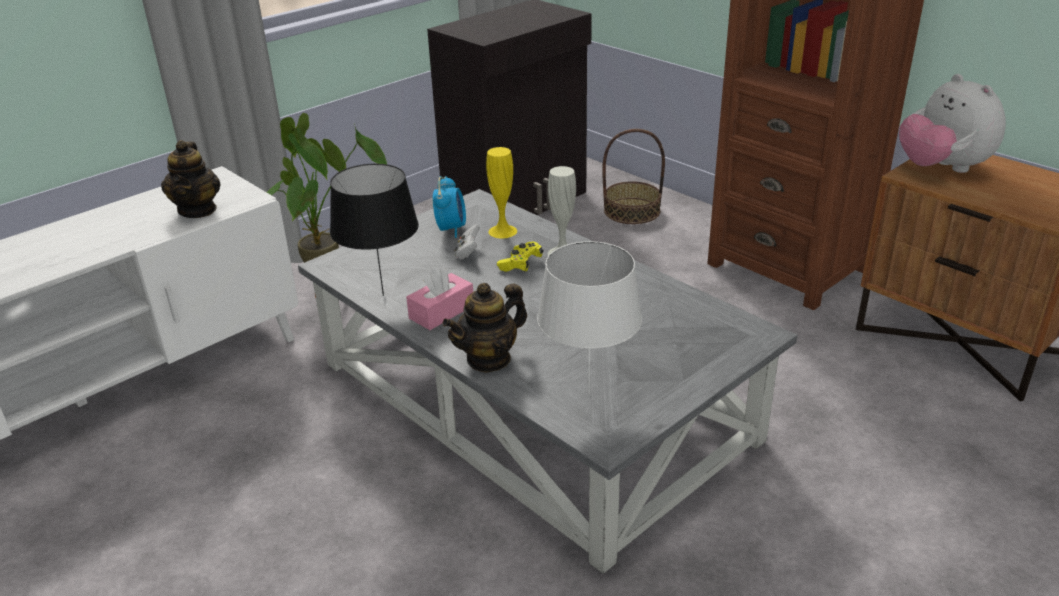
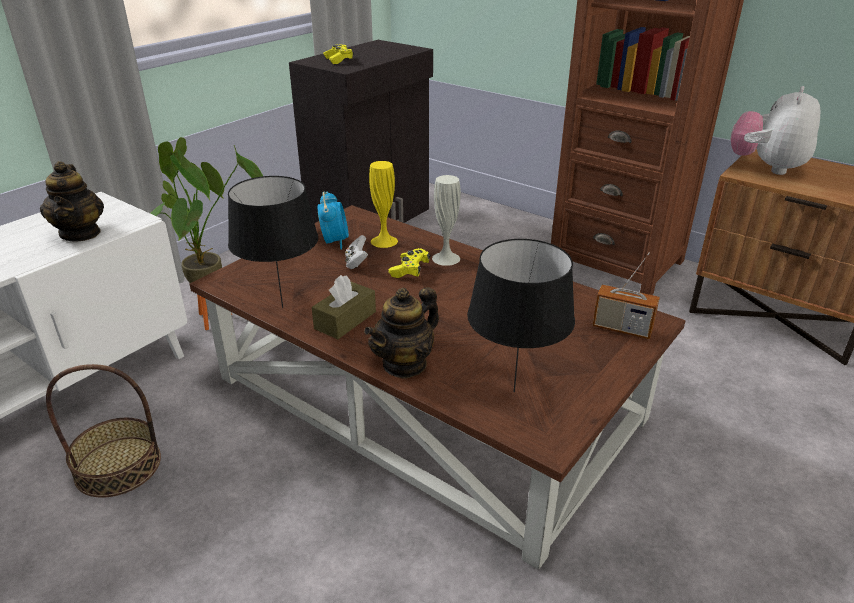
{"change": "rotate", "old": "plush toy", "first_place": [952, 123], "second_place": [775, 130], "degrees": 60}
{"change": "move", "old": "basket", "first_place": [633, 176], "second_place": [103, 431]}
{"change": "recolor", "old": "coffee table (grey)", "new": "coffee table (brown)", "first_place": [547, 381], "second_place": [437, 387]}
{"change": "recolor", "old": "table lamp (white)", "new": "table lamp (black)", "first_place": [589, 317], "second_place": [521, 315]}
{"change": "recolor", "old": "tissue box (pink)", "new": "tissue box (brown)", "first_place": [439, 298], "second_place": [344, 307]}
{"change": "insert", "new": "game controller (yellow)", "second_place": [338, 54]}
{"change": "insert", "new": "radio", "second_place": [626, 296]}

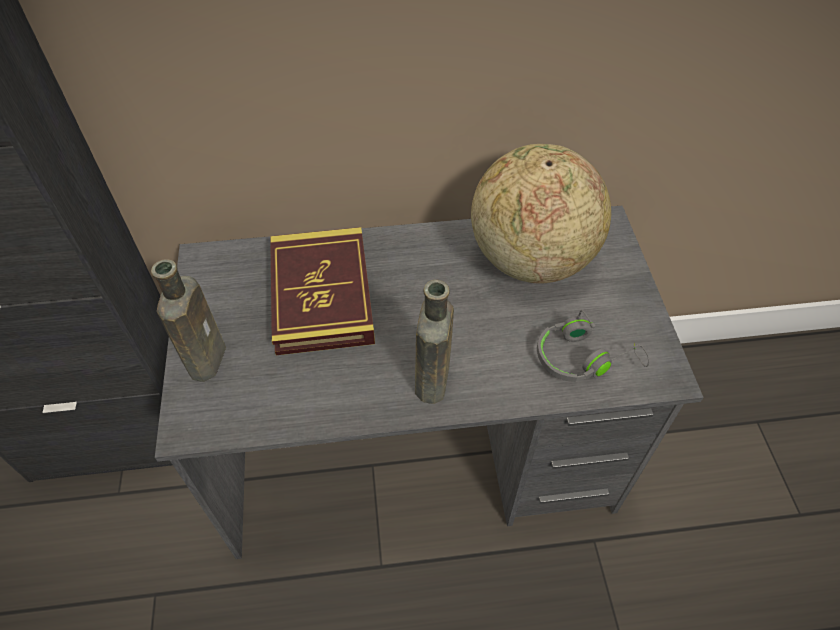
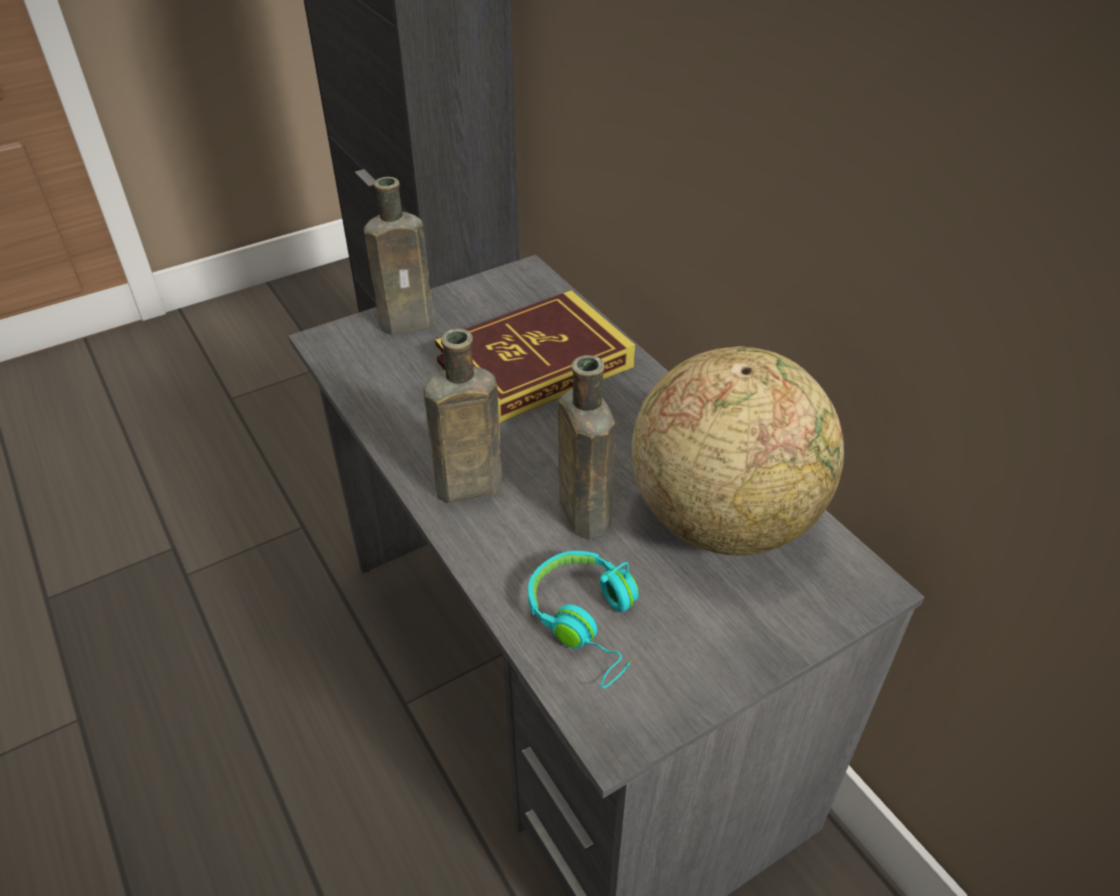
{"change": "recolor", "old": "headphones (grey)", "new": "headphones (turquoise)", "first_place": [593, 346], "second_place": [583, 619]}
{"change": "insert", "new": "bottle (brown)", "second_place": [586, 447]}

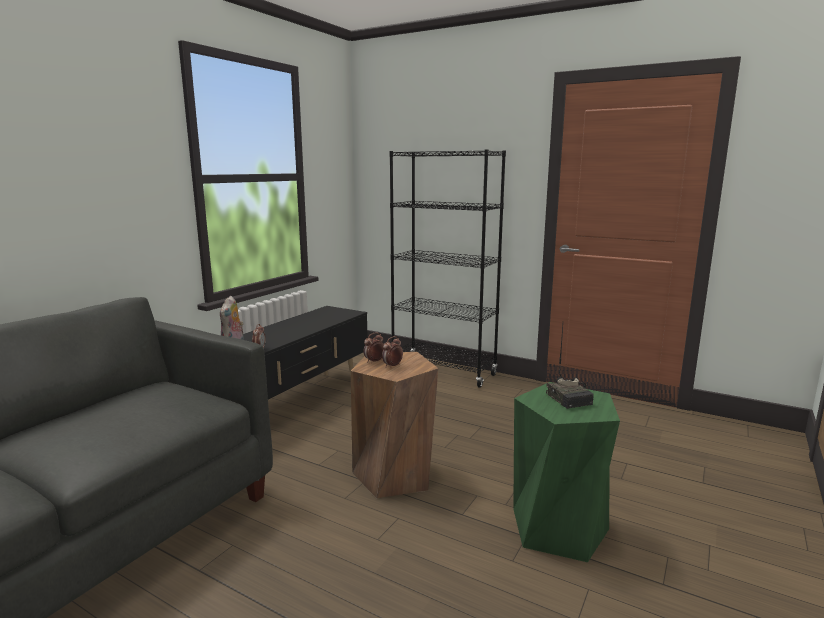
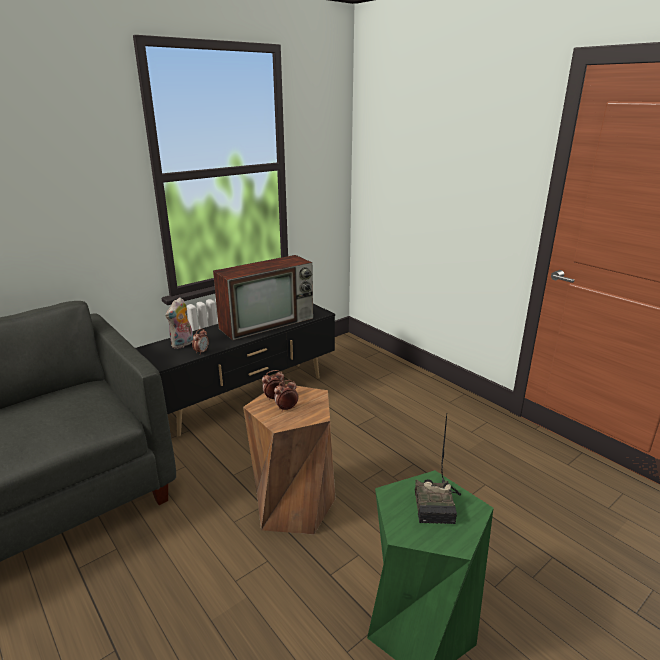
{"change": "delete", "old": "bookcase (black)", "first_place": [447, 268]}
{"change": "insert", "new": "television", "second_place": [263, 297]}

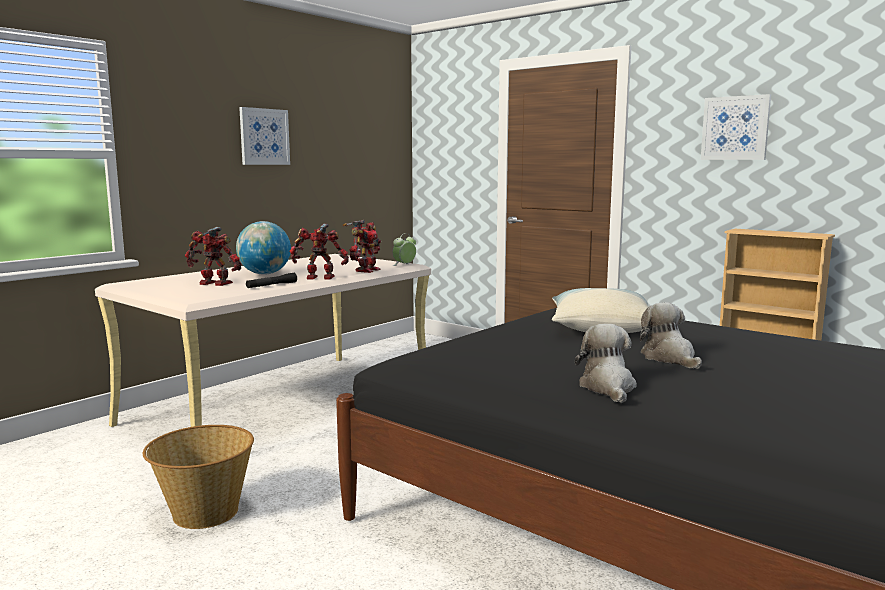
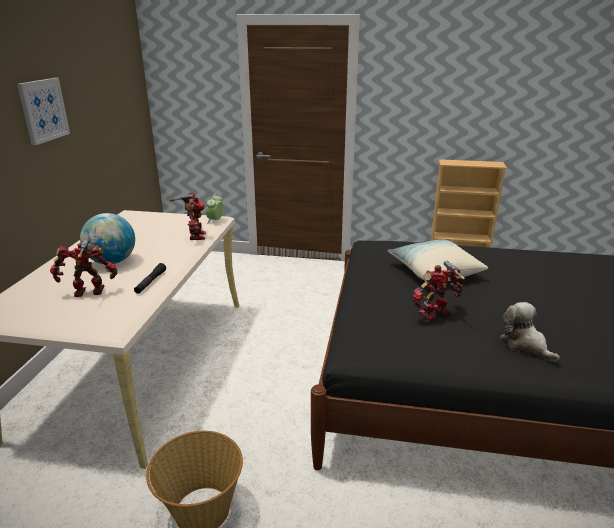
{"change": "delete", "old": "picture", "first_place": [736, 127]}
{"change": "move", "old": "toy robot", "first_place": [319, 251], "second_place": [439, 291]}
{"change": "delete", "old": "plush toy", "first_place": [671, 335]}

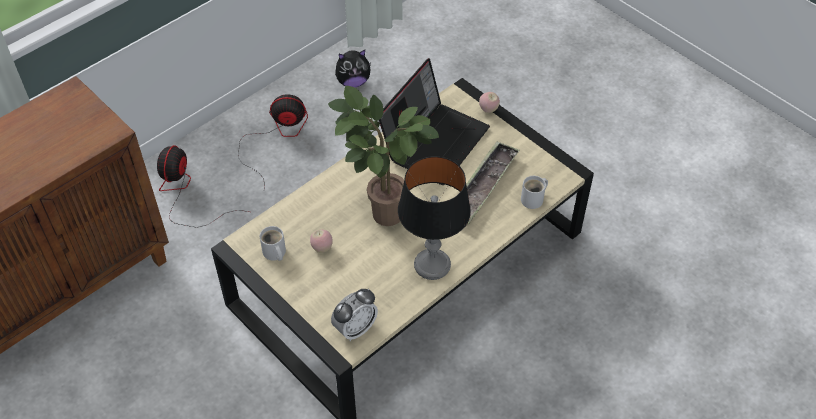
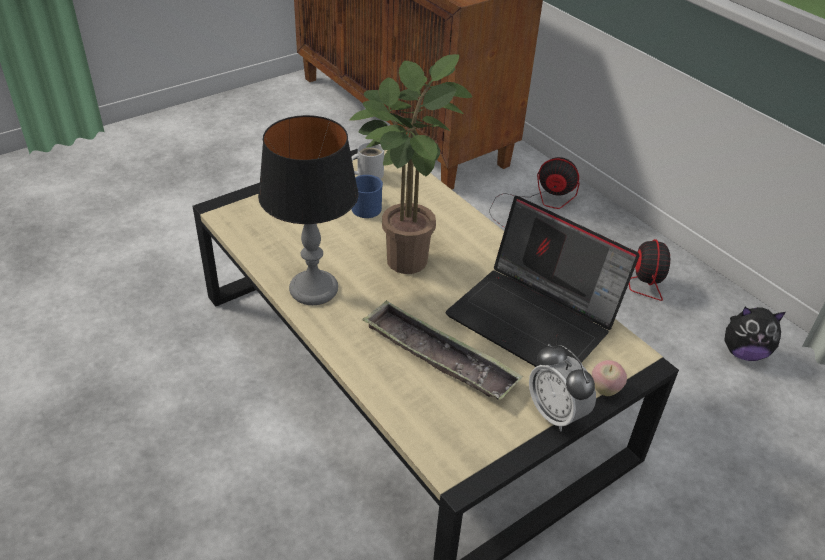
{"change": "rotate", "old": "plush toy", "first_place": [353, 69], "second_place": [755, 334], "degrees": -75}
{"change": "delete", "old": "mug (white)", "first_place": [534, 192]}
{"change": "replace", "old": "apple", "new": "mug (blue)", "first_place": [321, 241], "second_place": [367, 196]}
{"change": "move", "old": "alarm clock", "first_place": [354, 315], "second_place": [562, 387]}

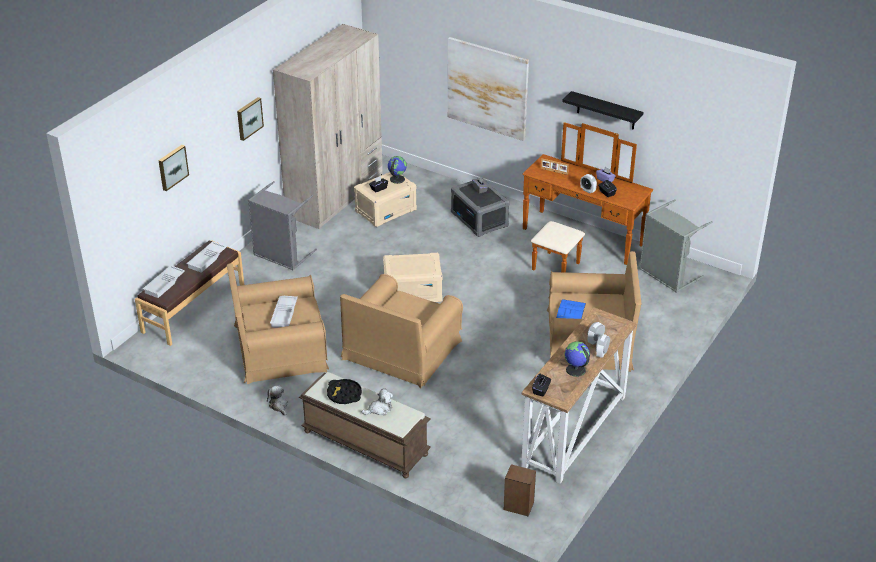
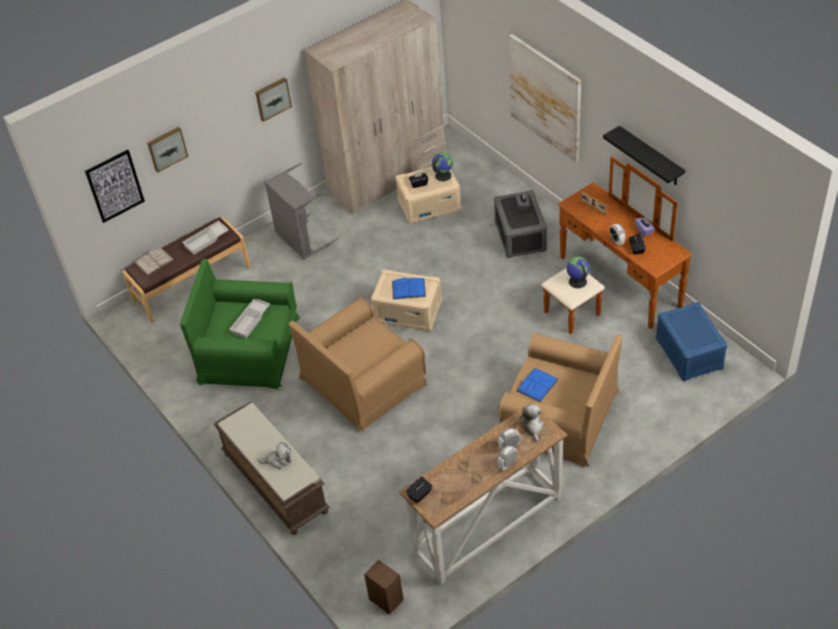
{"change": "replace", "old": "laundry basket (grey)", "new": "storage box (blue)", "first_place": [676, 246], "second_place": [692, 341]}
{"change": "recolor", "old": "armchair (brown)", "new": "armchair (green)", "first_place": [278, 323], "second_place": [240, 324]}
{"change": "replace", "old": "tray (white)", "new": "book (white)", "first_place": [164, 281], "second_place": [154, 262]}
{"change": "move", "old": "globe", "first_place": [577, 359], "second_place": [578, 272]}
{"change": "delete", "old": "tray (black)", "first_place": [344, 391]}
{"change": "move", "old": "plush toy", "first_place": [277, 401], "second_place": [532, 423]}
{"change": "insert", "new": "picture", "second_place": [115, 186]}
{"change": "insert", "new": "book (blue)", "second_place": [409, 289]}

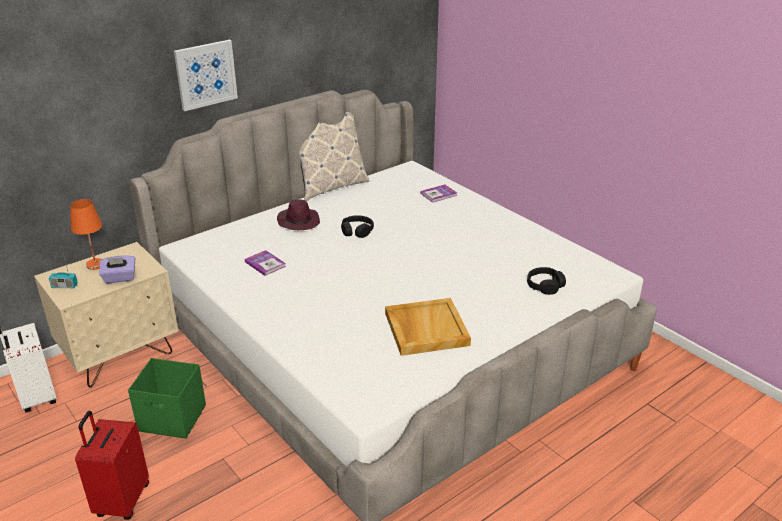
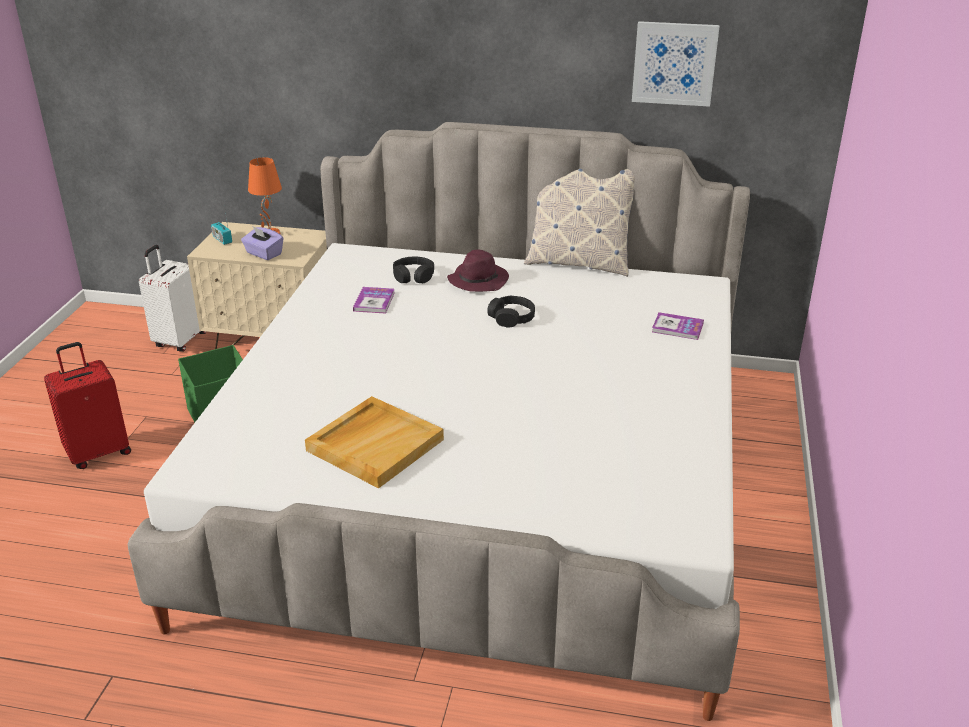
{"change": "move", "old": "picture", "first_place": [206, 75], "second_place": [676, 64]}
{"change": "move", "old": "headphones (black)", "first_place": [546, 281], "second_place": [413, 270]}

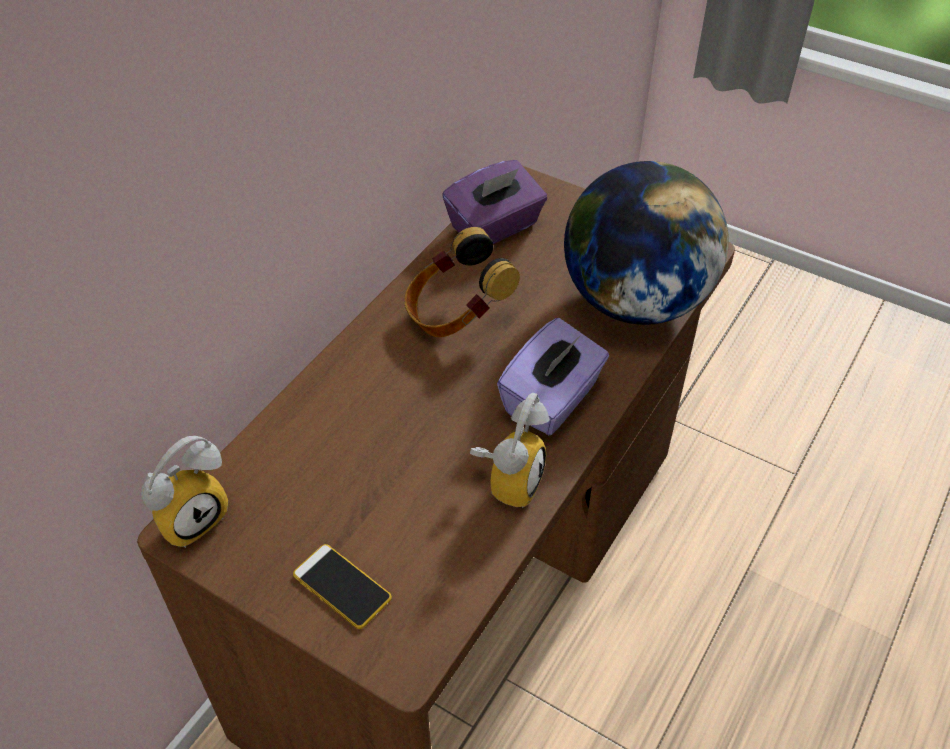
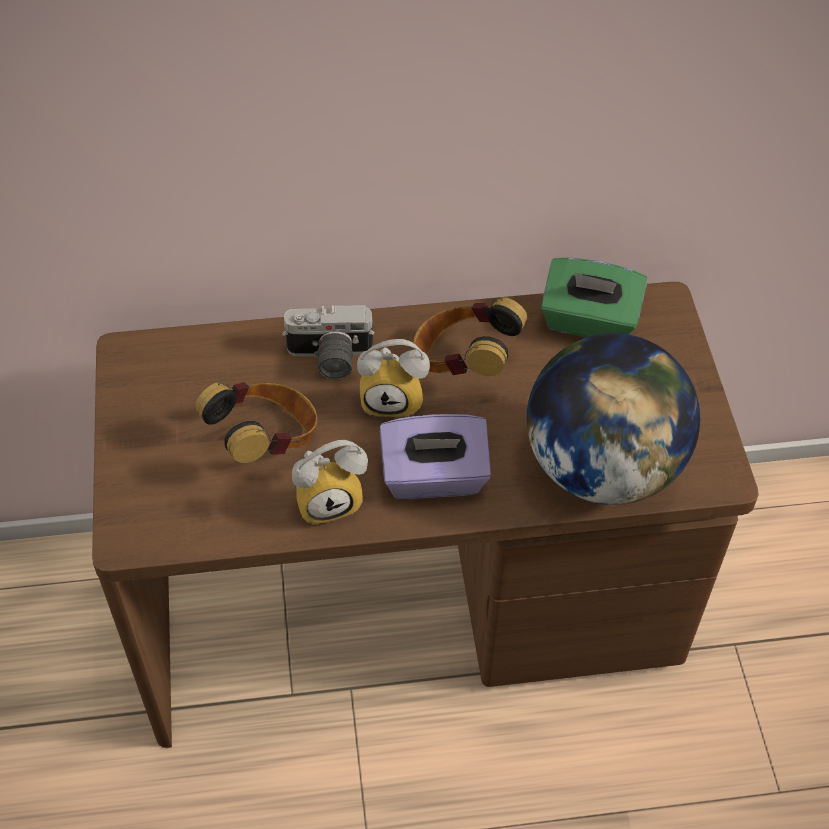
{"change": "recolor", "old": "tissue box (purple)", "new": "tissue box (green)", "first_place": [494, 202], "second_place": [594, 297]}
{"change": "move", "old": "alarm clock", "first_place": [184, 492], "second_place": [393, 378]}
{"change": "delete", "old": "phone", "first_place": [342, 586]}
{"change": "insert", "new": "photo camera", "second_place": [328, 342]}
{"change": "insert", "new": "headphones", "second_place": [256, 422]}

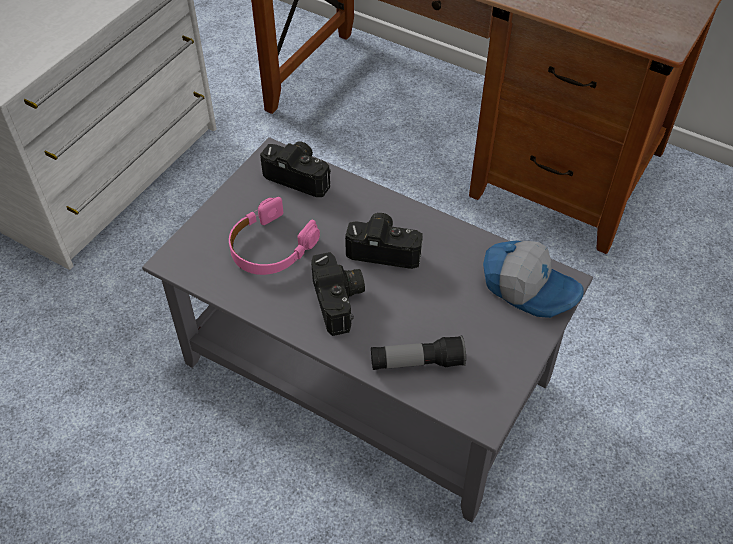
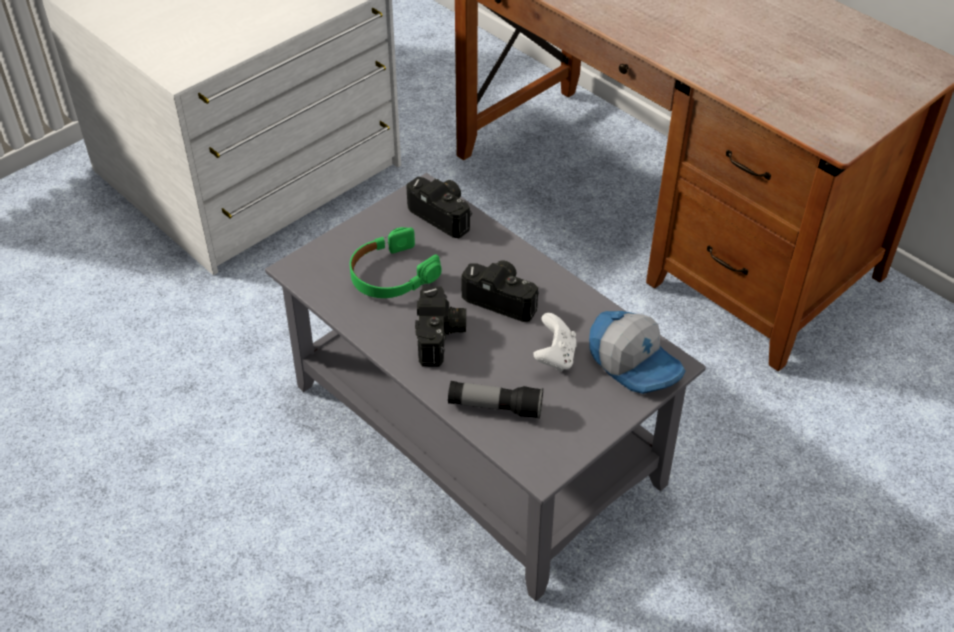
{"change": "recolor", "old": "headphones (pink)", "new": "headphones (green)", "first_place": [274, 236], "second_place": [395, 262]}
{"change": "insert", "new": "game controller (white)", "second_place": [555, 342]}

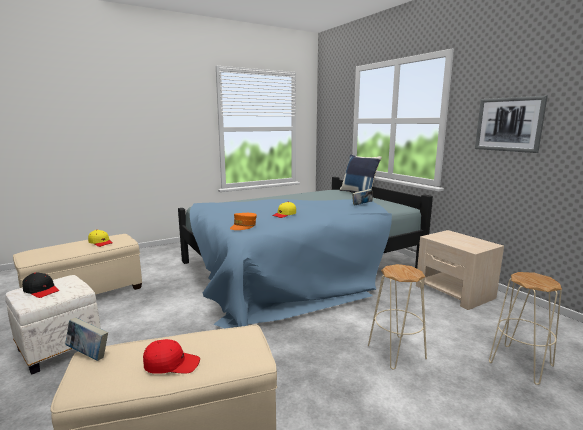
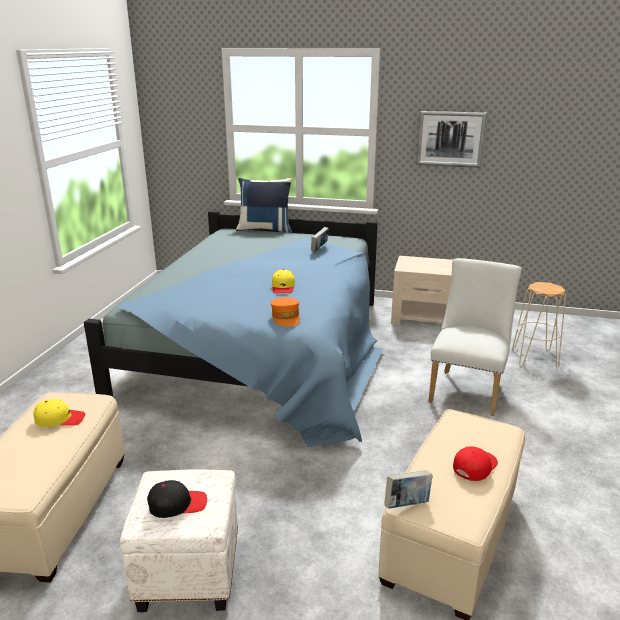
{"change": "replace", "old": "stool (beige)", "new": "chair (white)", "first_place": [397, 316], "second_place": [475, 337]}

